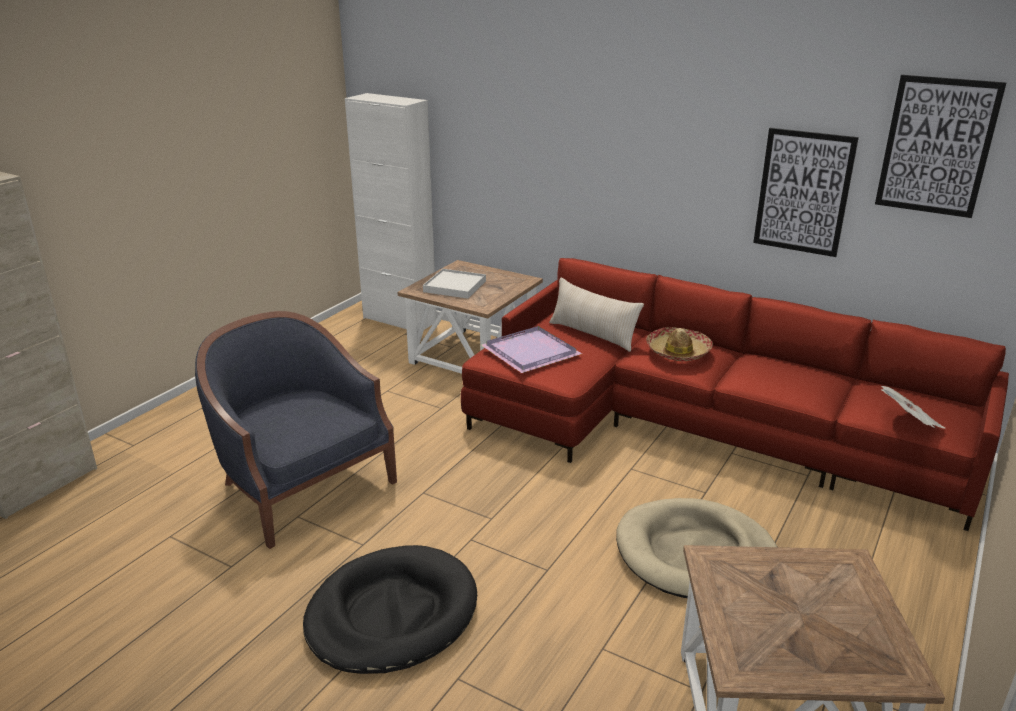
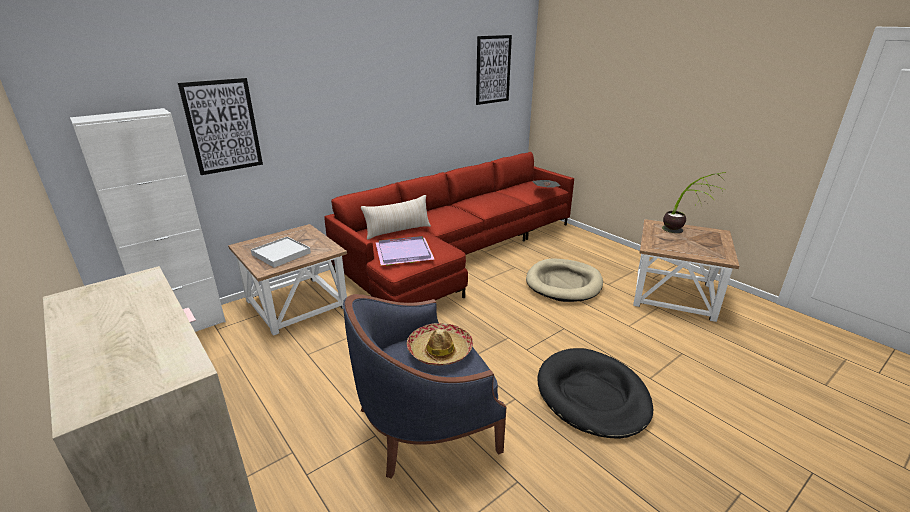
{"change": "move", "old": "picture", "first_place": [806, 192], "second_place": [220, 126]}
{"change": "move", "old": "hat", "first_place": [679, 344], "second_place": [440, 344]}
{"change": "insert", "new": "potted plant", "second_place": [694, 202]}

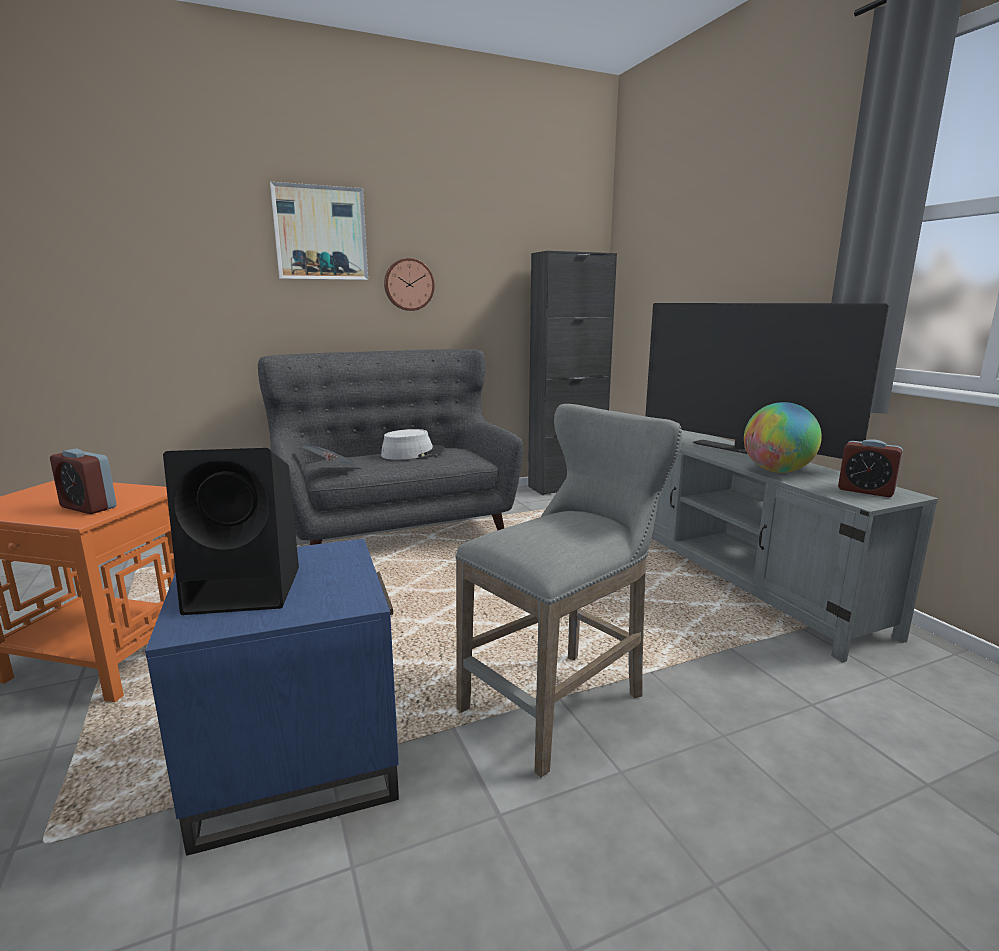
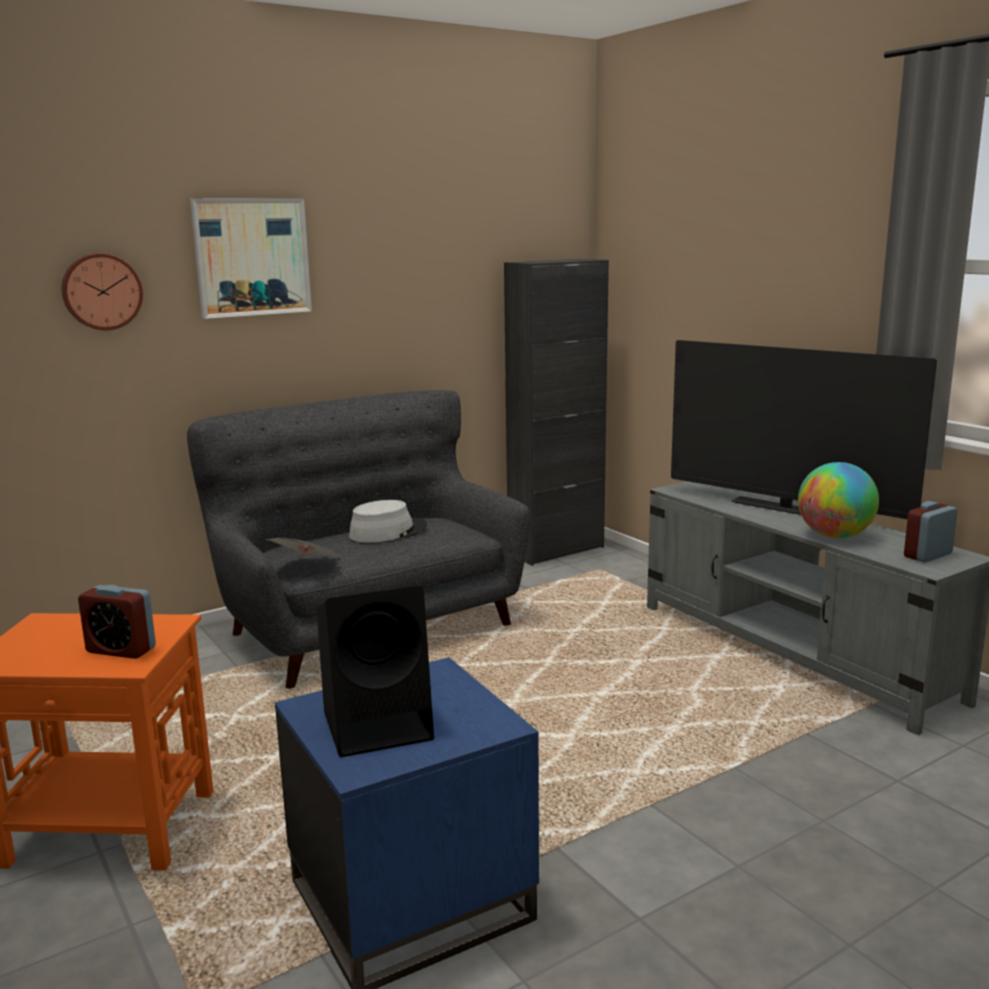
{"change": "move", "old": "wall clock", "first_place": [409, 284], "second_place": [102, 291]}
{"change": "delete", "old": "stool (grey)", "first_place": [568, 590]}
{"change": "rotate", "old": "alarm clock", "first_place": [870, 468], "second_place": [931, 532], "degrees": 120}

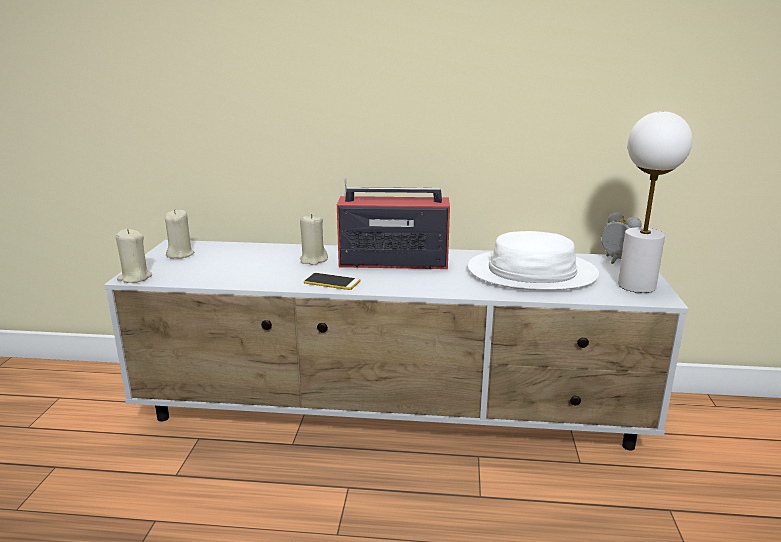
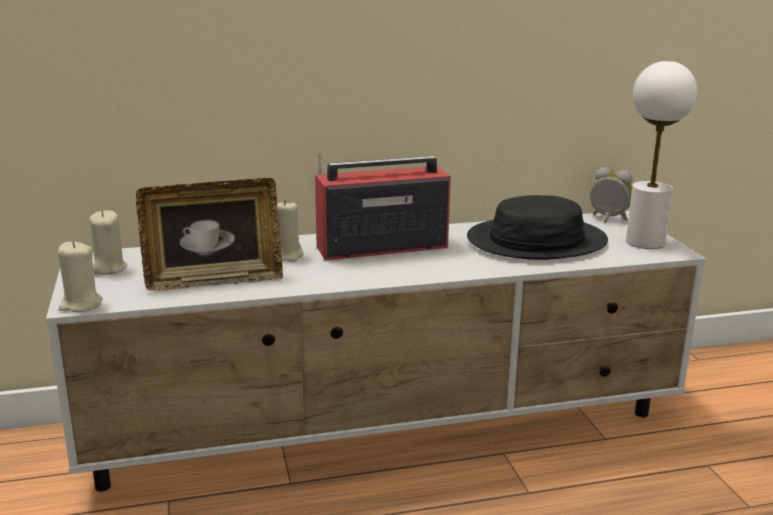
{"change": "recolor", "old": "hat (white)", "new": "hat (black)", "first_place": [533, 260], "second_place": [537, 227]}
{"change": "delete", "old": "phone", "first_place": [332, 281]}
{"change": "insert", "new": "picture frame", "second_place": [209, 234]}

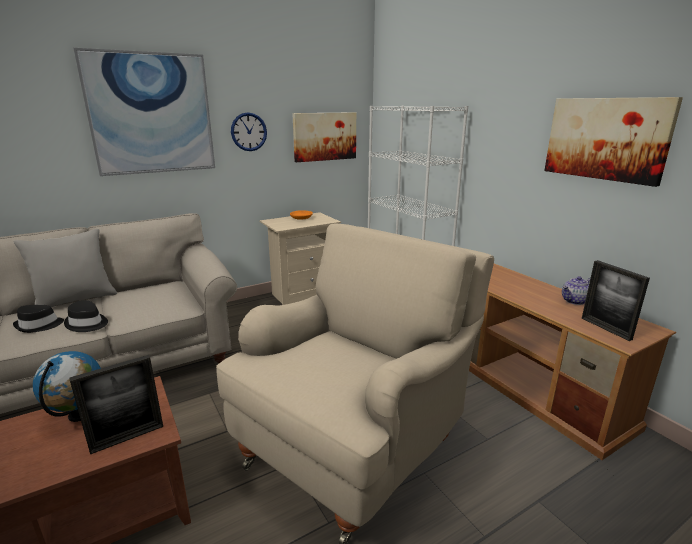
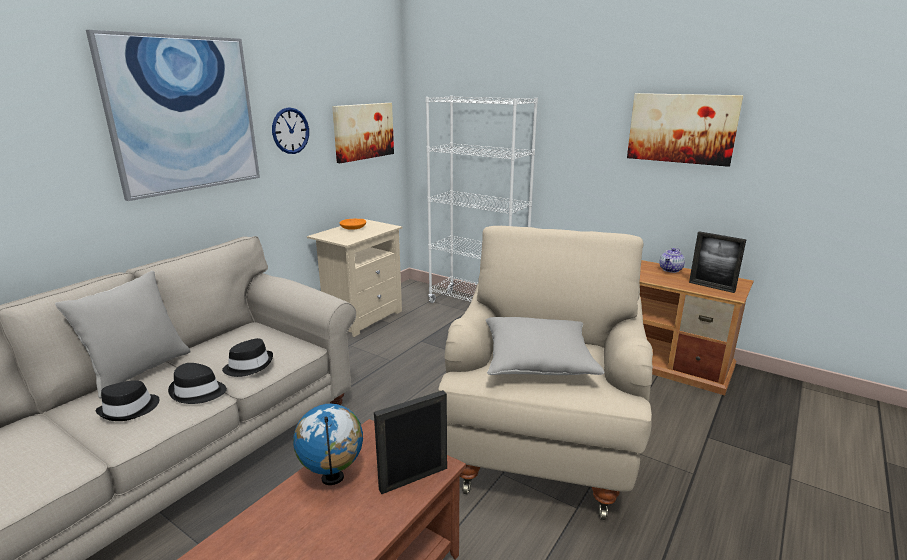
{"change": "rotate", "old": "picture frame", "first_place": [116, 405], "second_place": [410, 442], "degrees": -150}
{"change": "insert", "new": "pillow (grey)", "second_place": [545, 346]}
{"change": "insert", "new": "hat (black)", "second_place": [247, 357]}

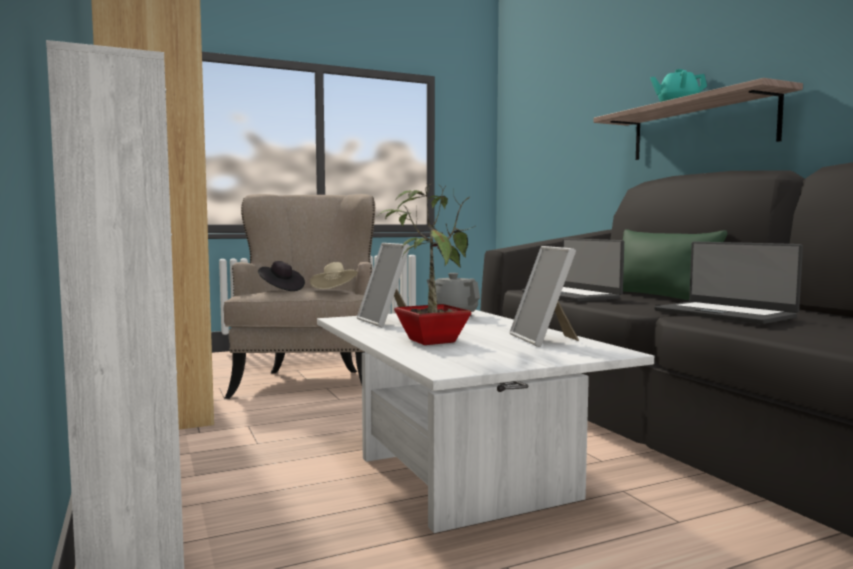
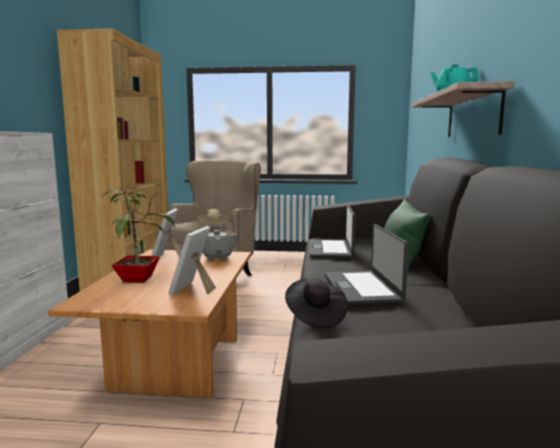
{"change": "move", "old": "hat (black)", "first_place": [281, 276], "second_place": [316, 303]}
{"change": "recolor", "old": "coffee table (white)", "new": "coffee table (brown)", "first_place": [485, 421], "second_place": [149, 324]}

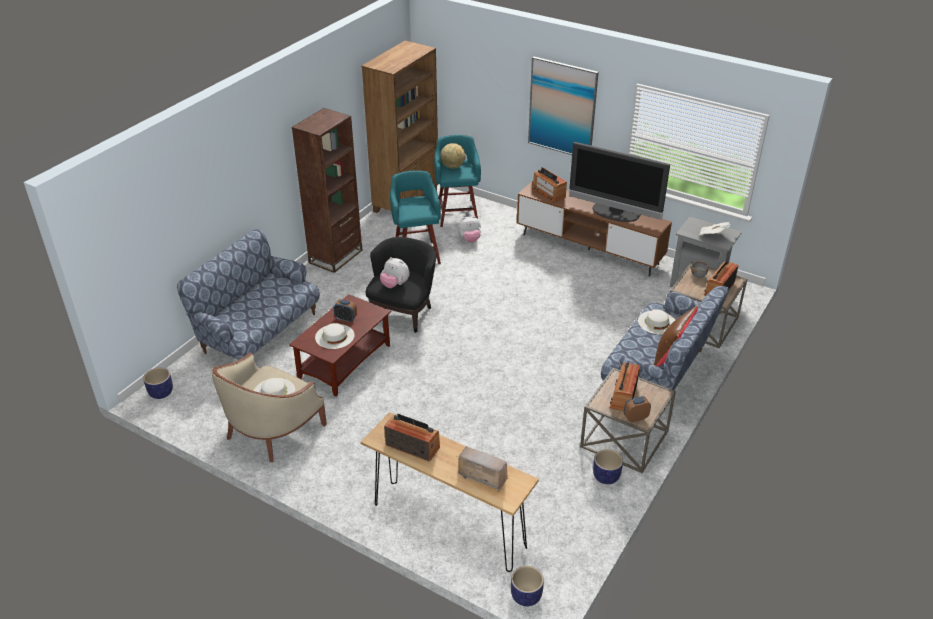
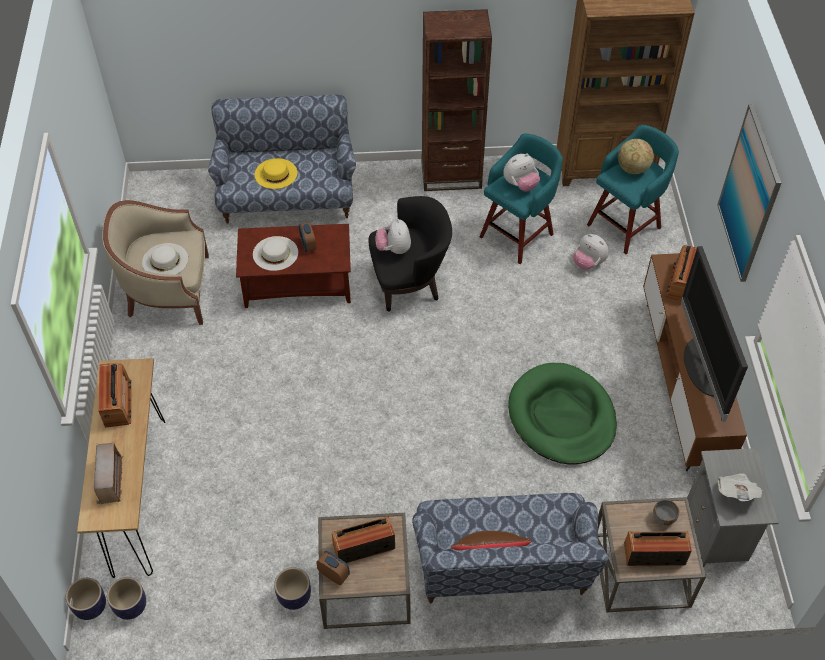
{"change": "delete", "old": "hat (white)", "first_place": [656, 322]}
{"change": "move", "old": "planter", "first_place": [158, 383], "second_place": [126, 598]}
{"change": "insert", "new": "plush toy", "second_place": [521, 172]}
{"change": "insert", "new": "hat (yellow)", "second_place": [276, 173]}
{"change": "insert", "new": "dog bed (green)", "second_place": [562, 413]}

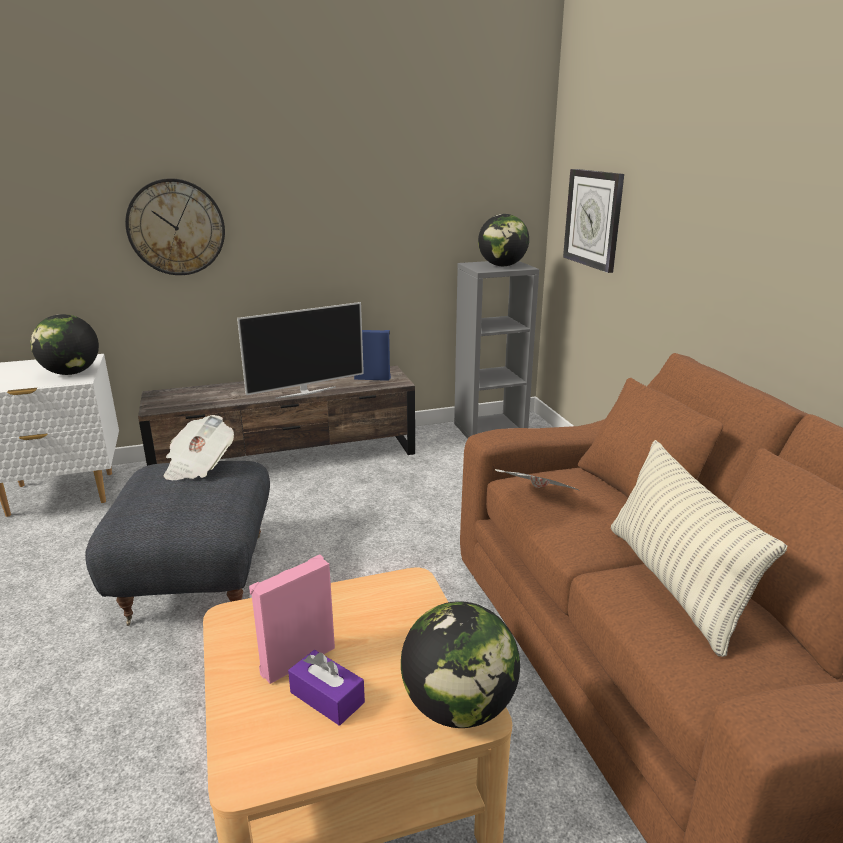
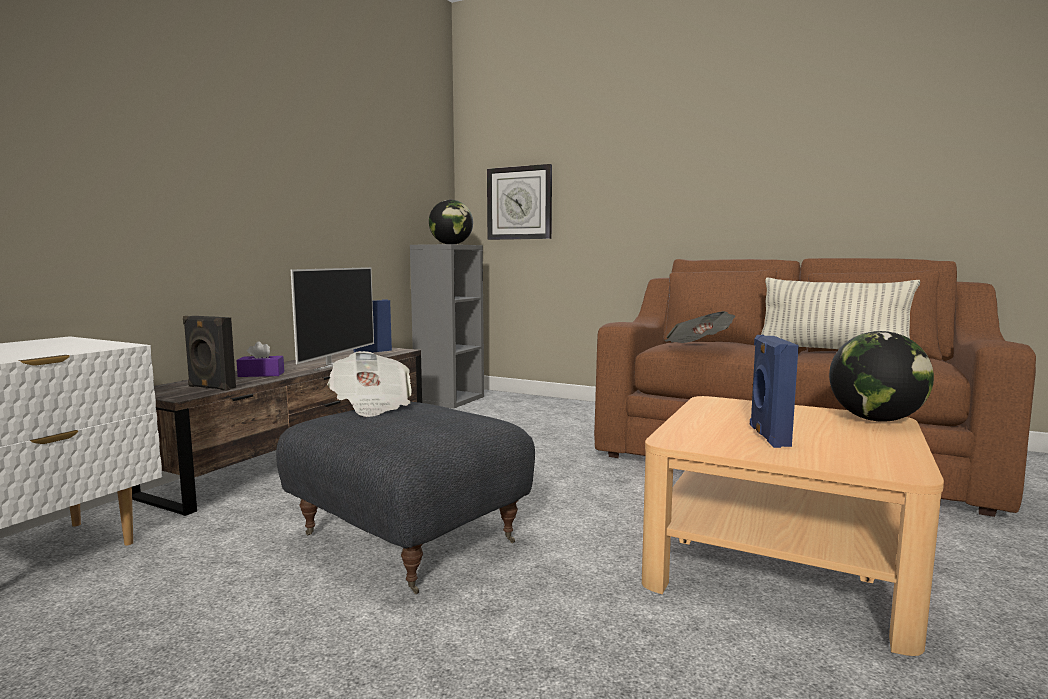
{"change": "delete", "old": "wall clock", "first_place": [175, 226]}
{"change": "delete", "old": "globe", "first_place": [65, 344]}
{"change": "recolor", "old": "speaker (pink)", "new": "speaker (blue)", "first_place": [292, 619], "second_place": [774, 391]}
{"change": "move", "old": "tissue box (purple)", "first_place": [326, 688], "second_place": [260, 359]}
{"change": "insert", "new": "speaker (black)", "second_place": [209, 353]}

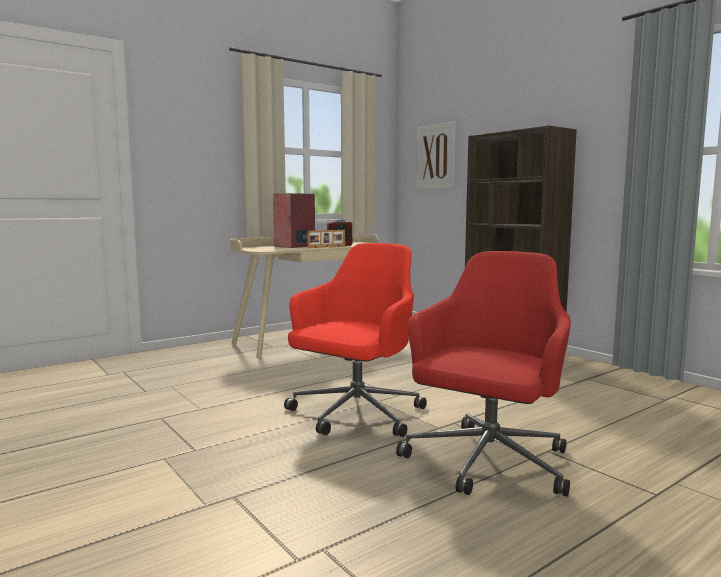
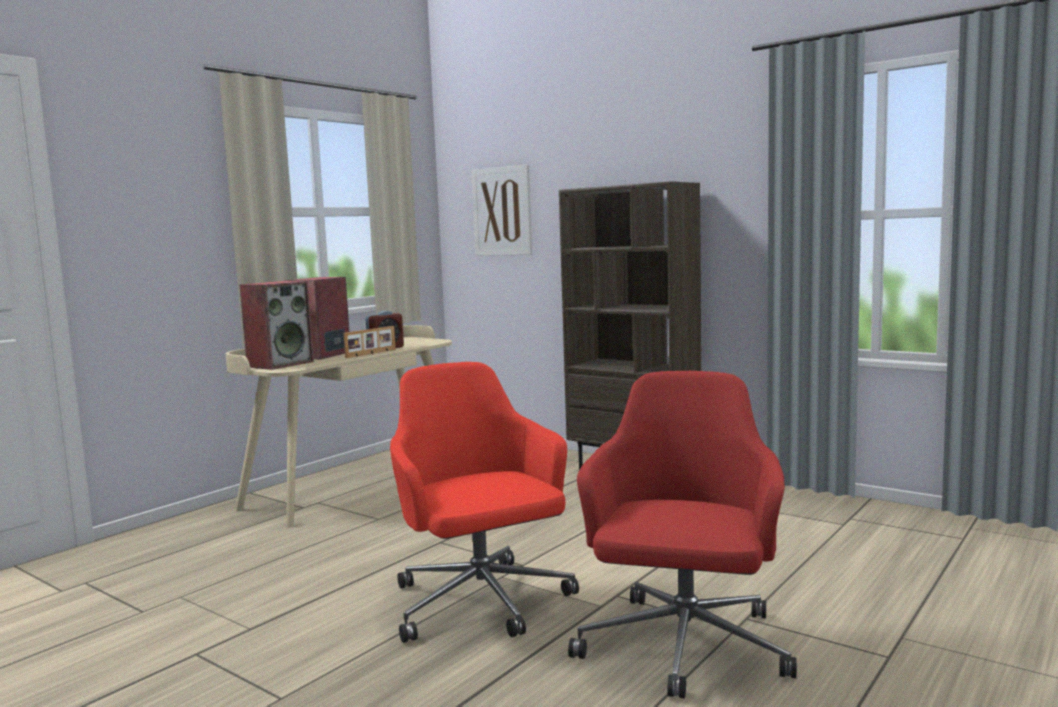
{"change": "rotate", "old": "office chair (red)", "first_place": [355, 340], "second_place": [484, 502], "degrees": -45}
{"change": "insert", "new": "speaker", "second_place": [277, 325]}

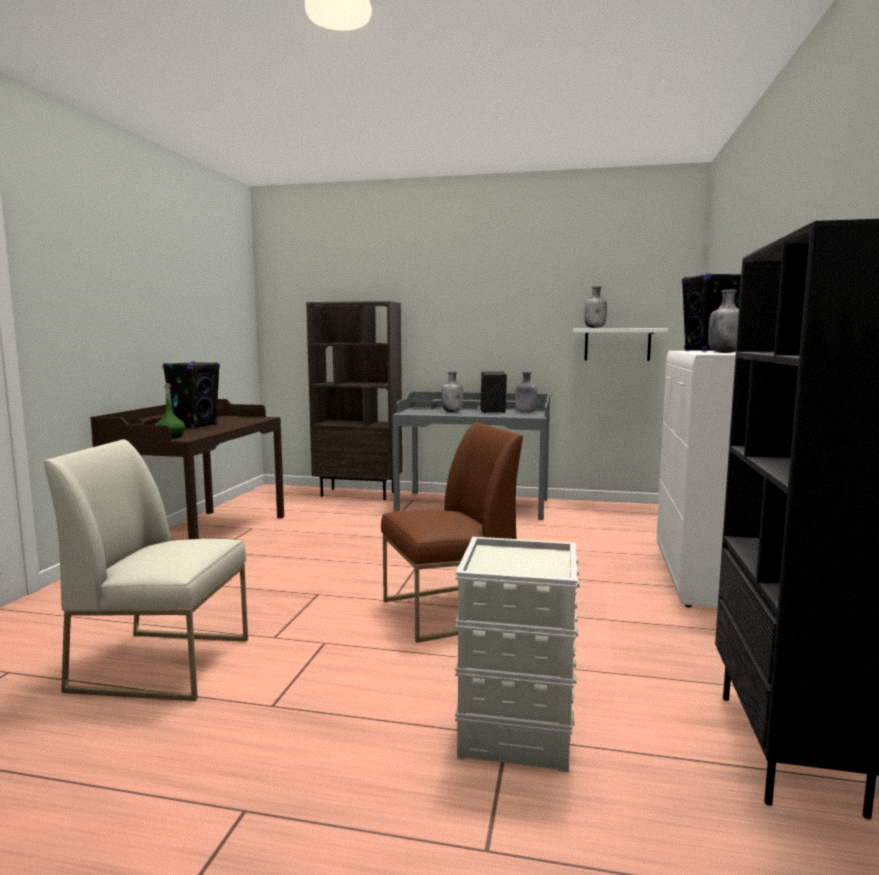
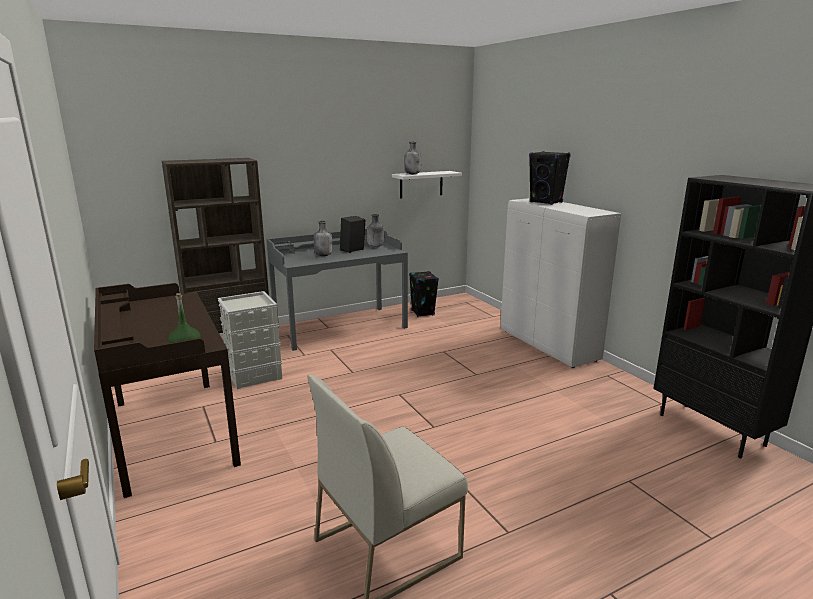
{"change": "delete", "old": "bottle (grey)", "first_place": [723, 321]}
{"change": "move", "old": "speaker (black)", "first_place": [191, 395], "second_place": [424, 294]}
{"change": "delete", "old": "chair (brown)", "first_place": [452, 532]}
{"change": "move", "old": "storage box (grey)", "first_place": [517, 654], "second_place": [250, 340]}

